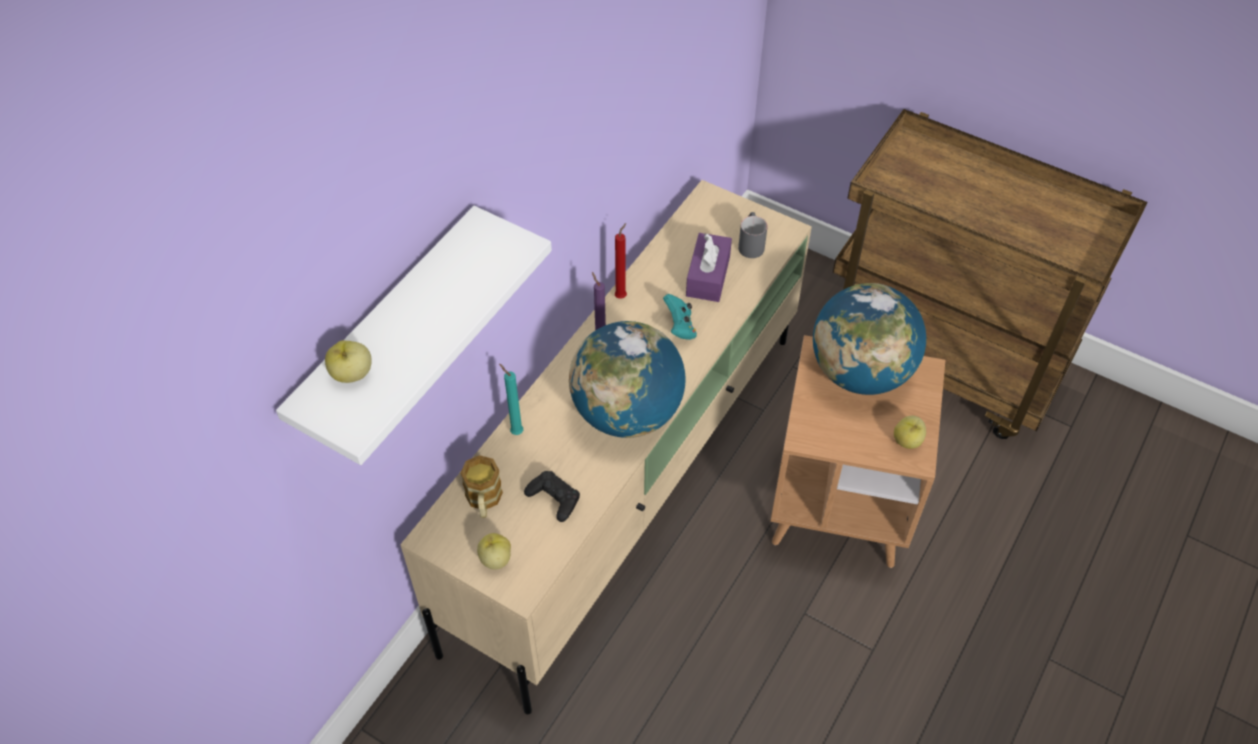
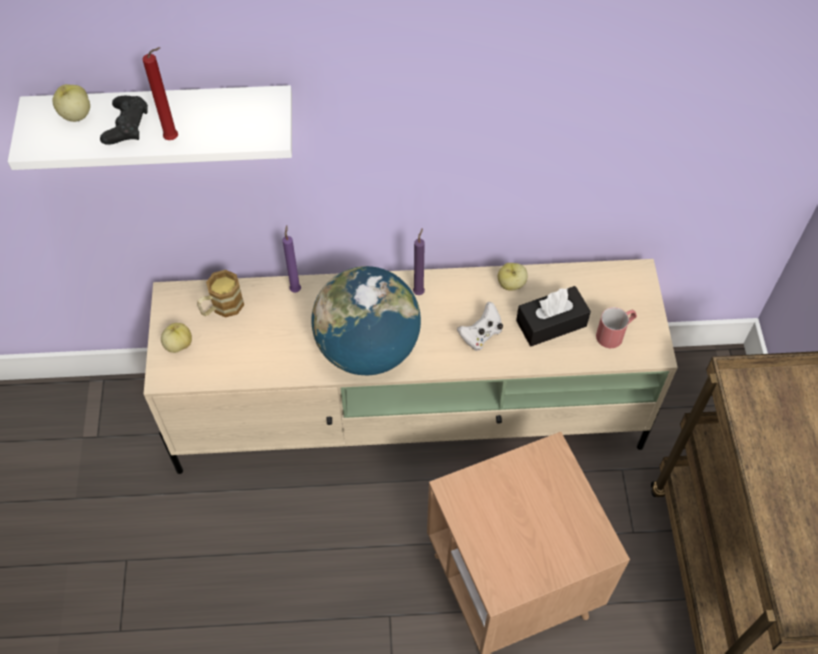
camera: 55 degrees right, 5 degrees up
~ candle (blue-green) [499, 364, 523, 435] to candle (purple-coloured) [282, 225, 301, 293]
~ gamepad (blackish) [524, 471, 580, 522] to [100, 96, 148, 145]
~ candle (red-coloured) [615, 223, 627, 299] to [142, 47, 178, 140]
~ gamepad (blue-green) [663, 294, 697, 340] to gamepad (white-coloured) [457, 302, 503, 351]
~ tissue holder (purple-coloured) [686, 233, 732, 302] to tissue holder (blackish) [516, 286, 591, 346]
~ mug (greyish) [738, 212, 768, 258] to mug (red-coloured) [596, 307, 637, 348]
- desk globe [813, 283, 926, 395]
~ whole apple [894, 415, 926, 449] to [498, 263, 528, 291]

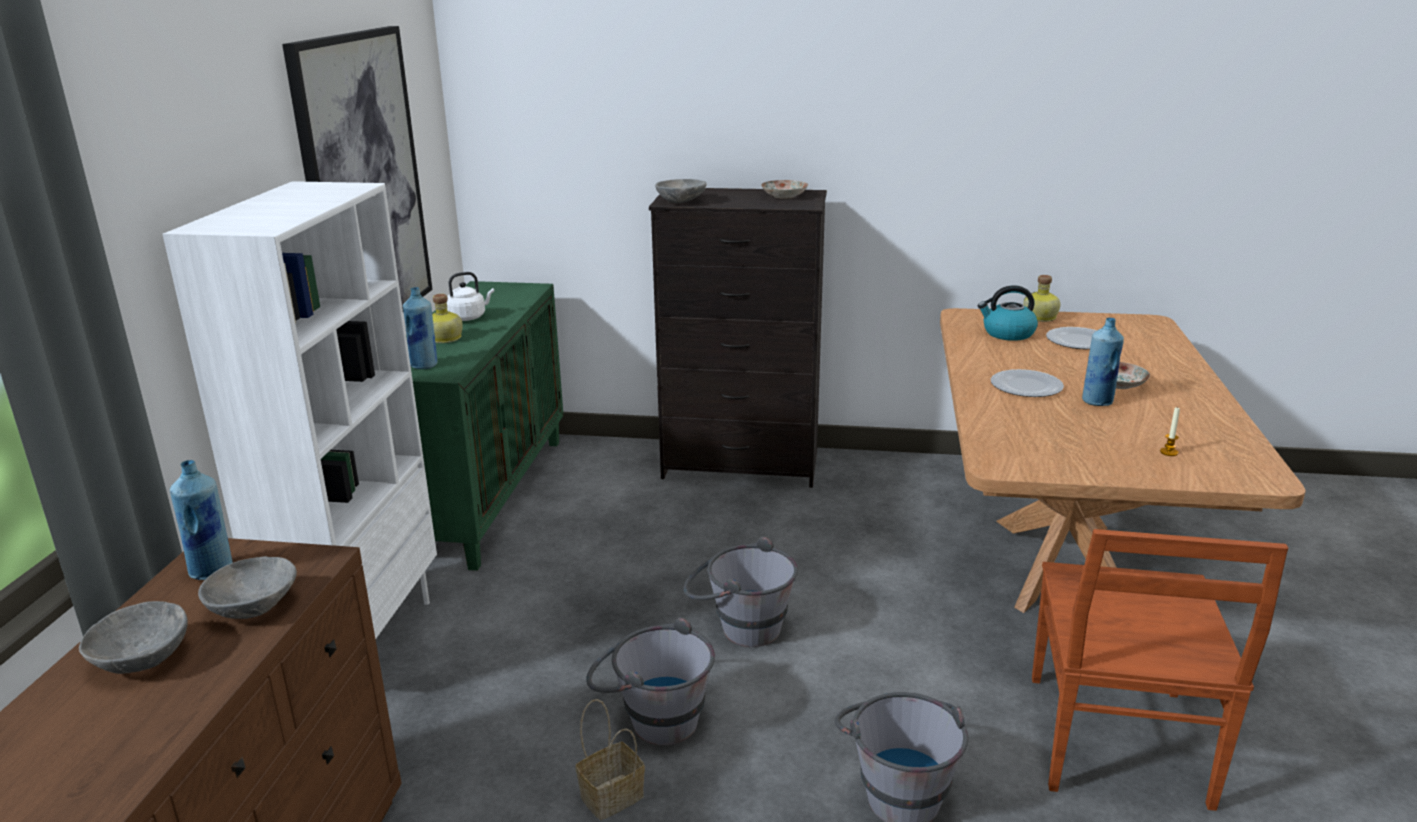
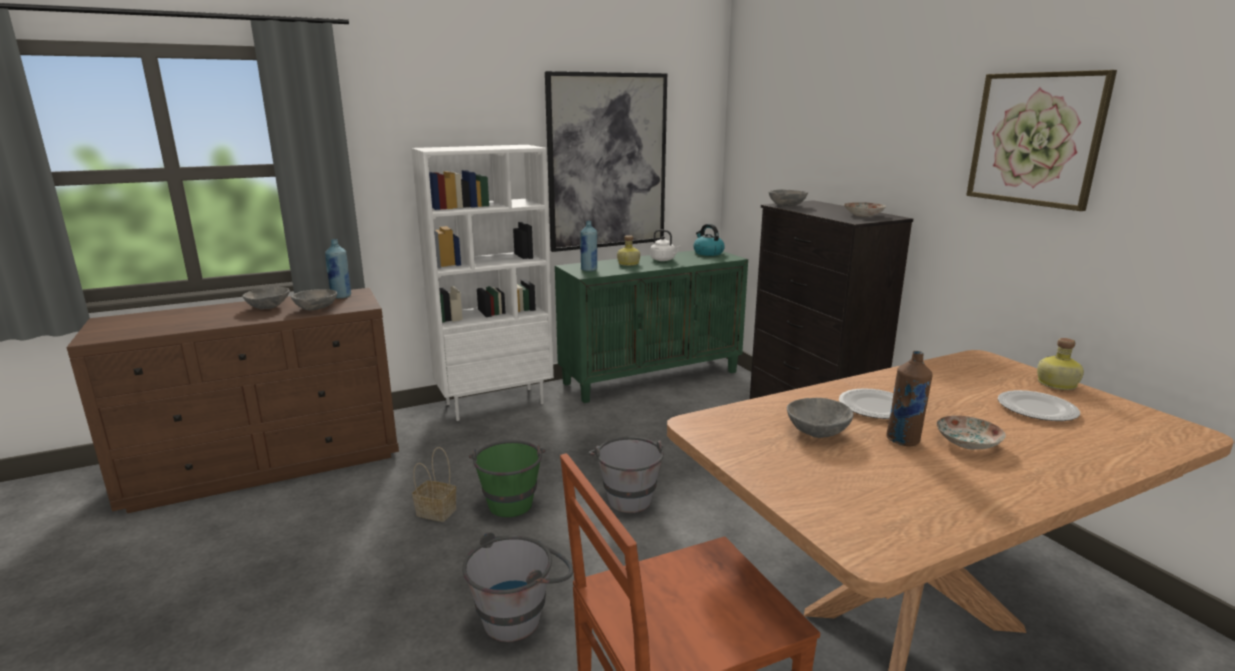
camera: 55 degrees right, 5 degrees down
~ pail (greyish) [586, 617, 715, 745] to pail (greenish) [469, 440, 546, 517]
~ tea kettle [978, 285, 1038, 341] to [694, 224, 725, 256]
~ drink bottle (blue) [1082, 318, 1124, 406] to drink bottle (brown) [886, 351, 933, 446]
- candle [1160, 406, 1180, 456]
+ deep dish (greyish) [787, 398, 854, 438]
+ wall art [966, 70, 1117, 211]

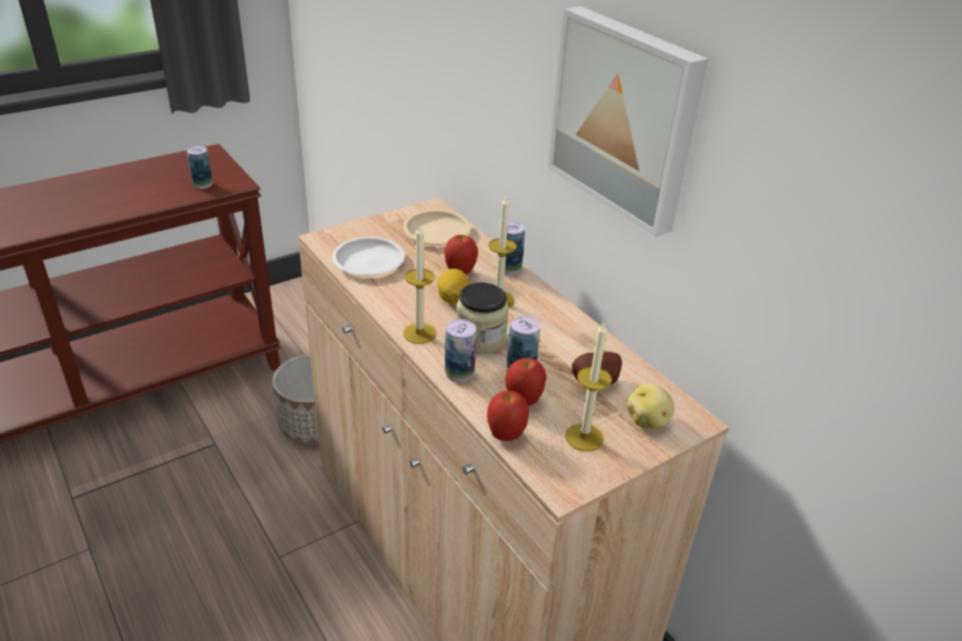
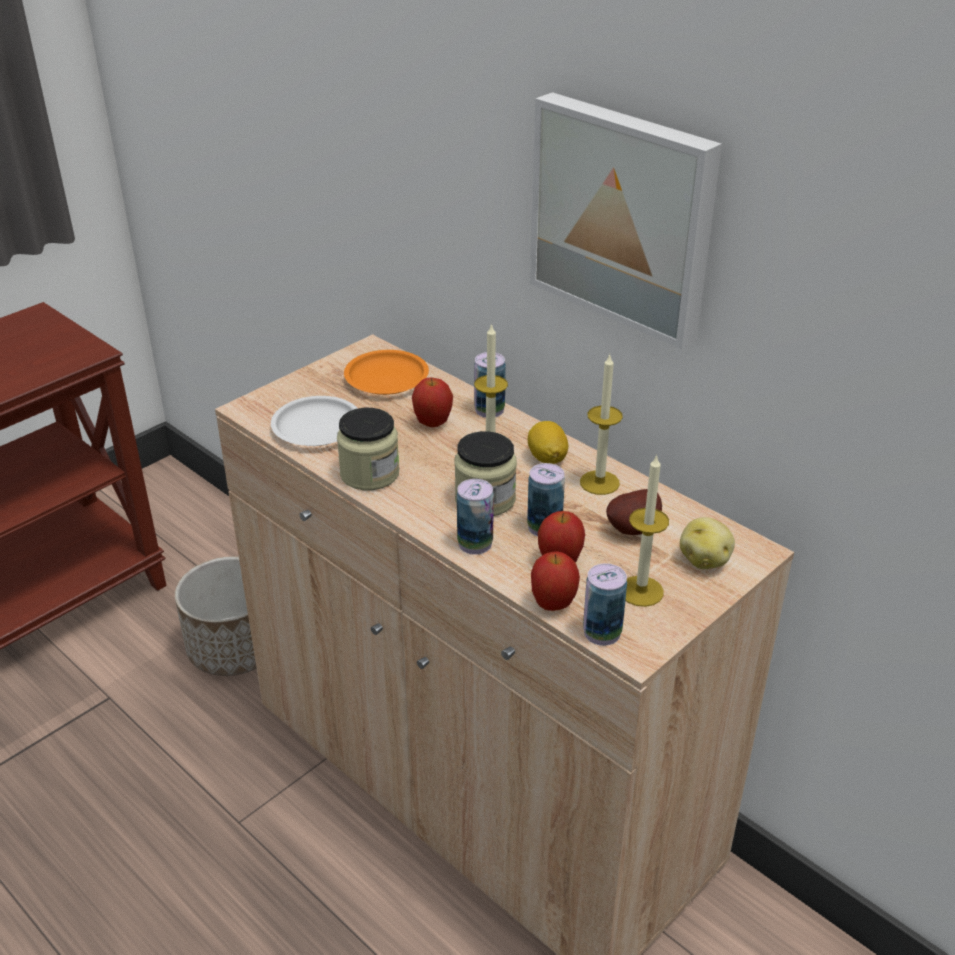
camera: 10 degrees left, 0 degrees up
~ can [187, 146, 213, 189] to [583, 563, 627, 646]
~ flat dish (beige) [403, 210, 471, 245] to flat dish (orange) [344, 350, 429, 395]
~ candle [403, 226, 437, 344] to [580, 354, 623, 495]
~ whole lemon [437, 269, 469, 304] to [528, 421, 568, 464]
+ jar [337, 408, 399, 490]

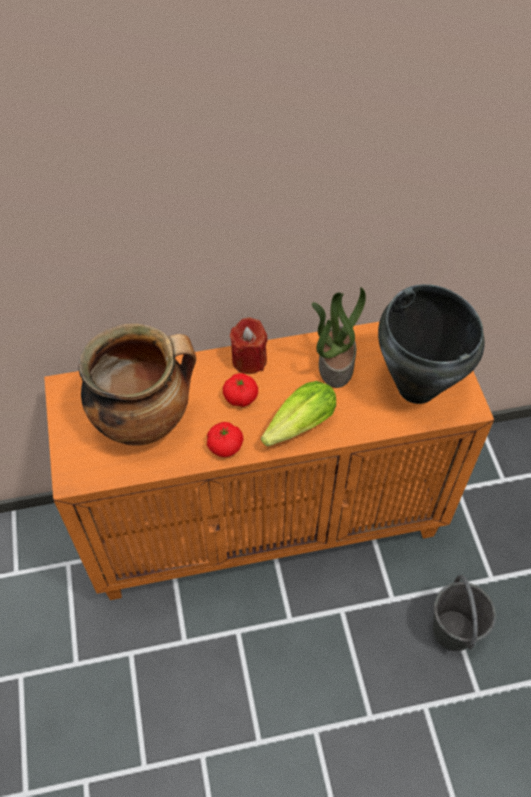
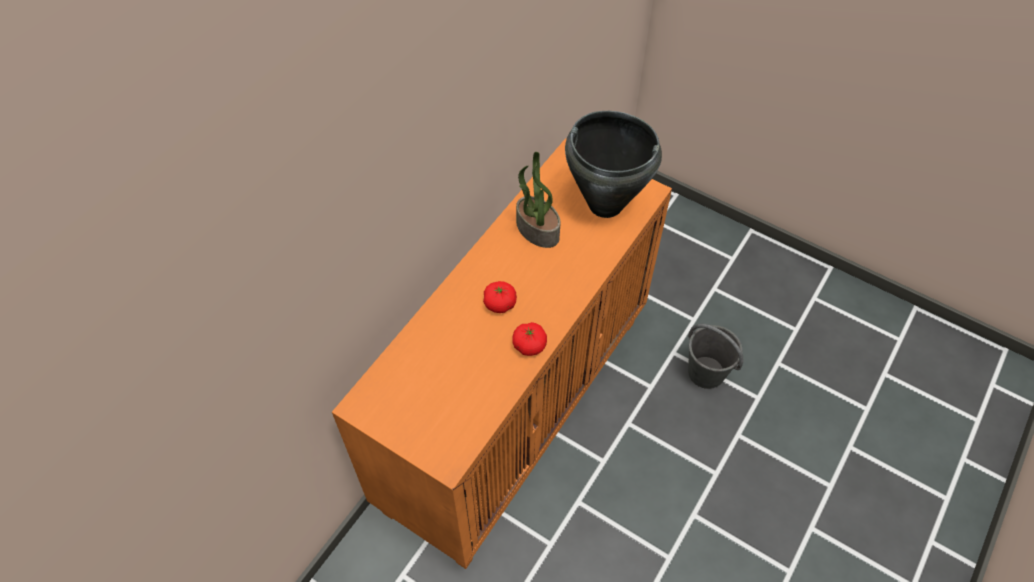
camera: 45 degrees left, 0 degrees up
- cooking pot [79, 323, 196, 446]
- candle (red-coloured) [230, 318, 268, 374]
- lettuce head [261, 381, 336, 446]

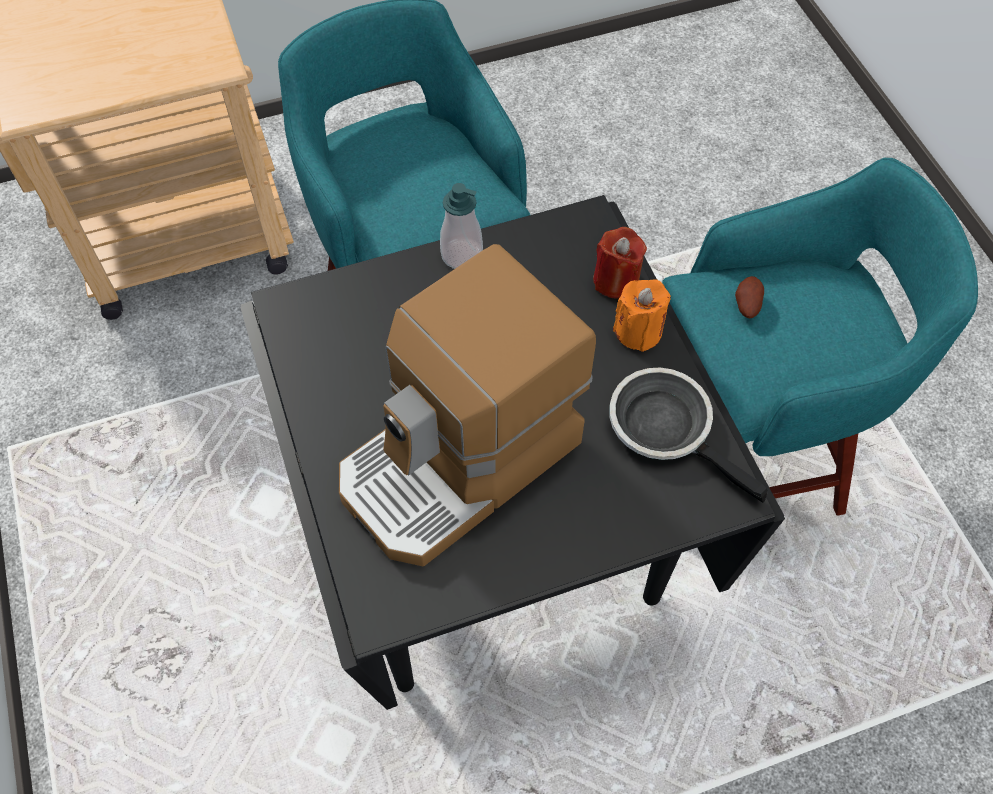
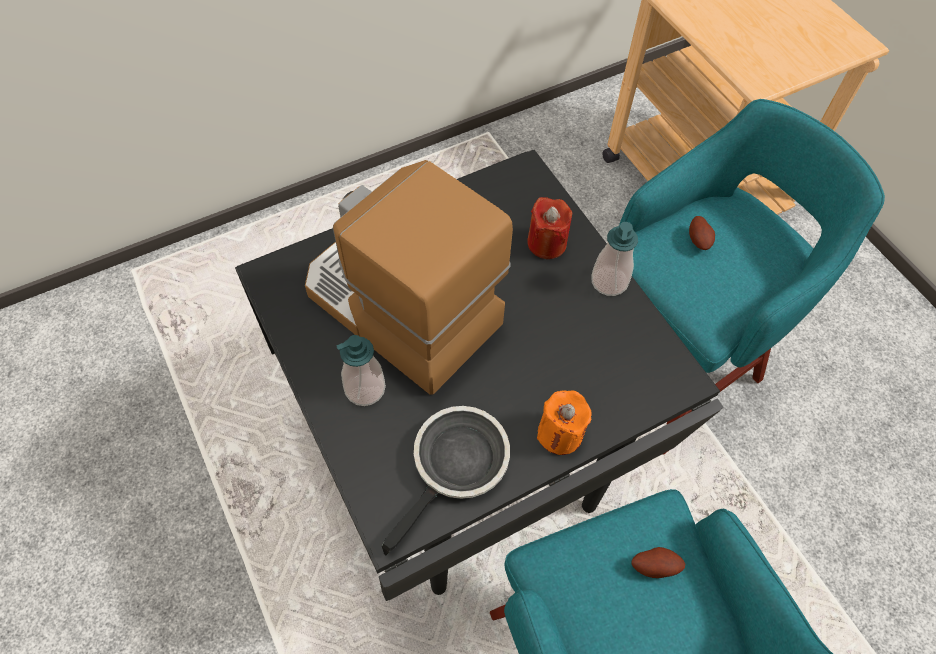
camera: 80 degrees right, 0 degrees up
~ candle (red-coloured) [593, 227, 647, 299] to [527, 197, 572, 259]
+ liquid soap bottle [336, 335, 386, 406]
+ whole potato [689, 216, 715, 250]

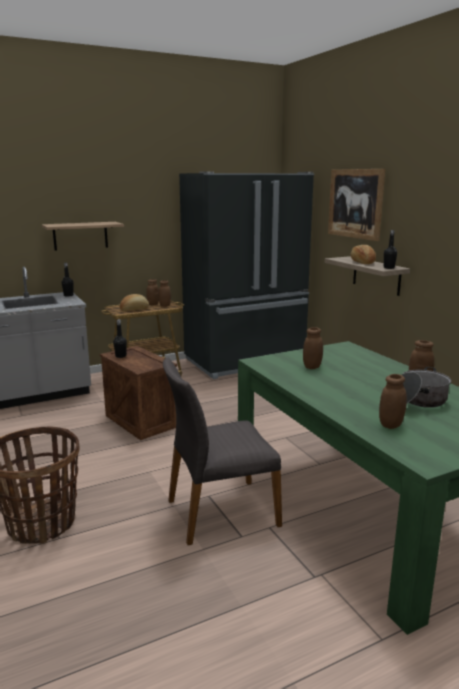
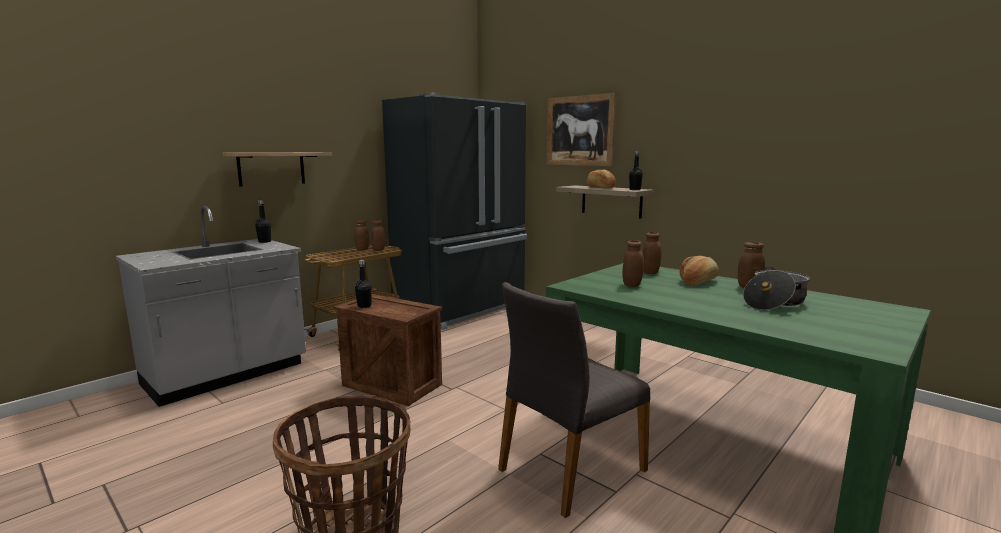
camera: 20 degrees left, 5 degrees down
~ bread [120, 294, 149, 311] to [680, 256, 719, 285]
~ jar (brown) [379, 374, 407, 429] to [643, 232, 662, 274]

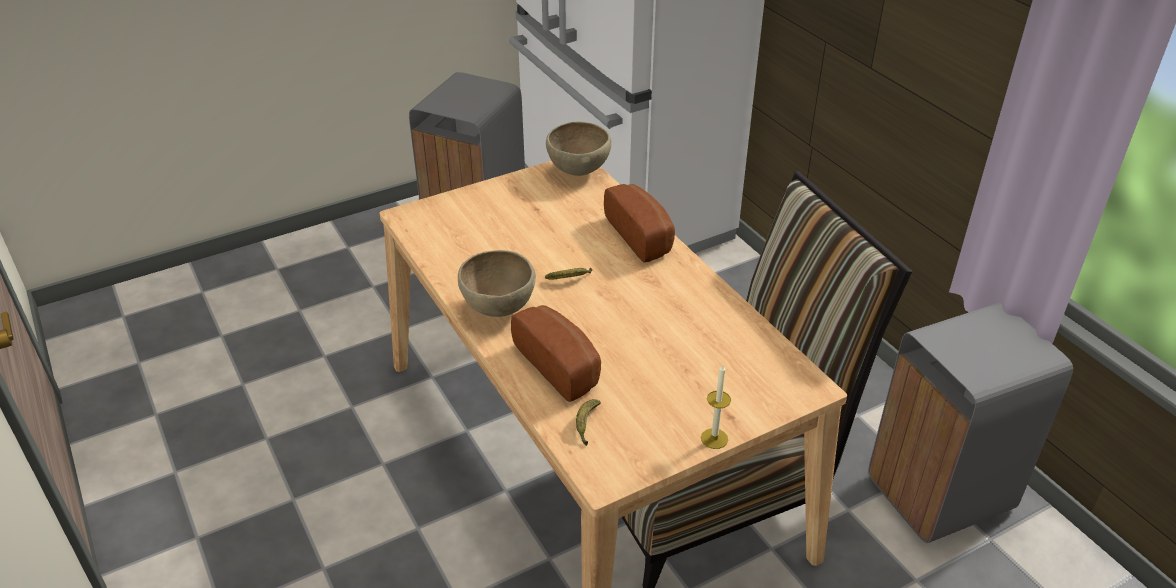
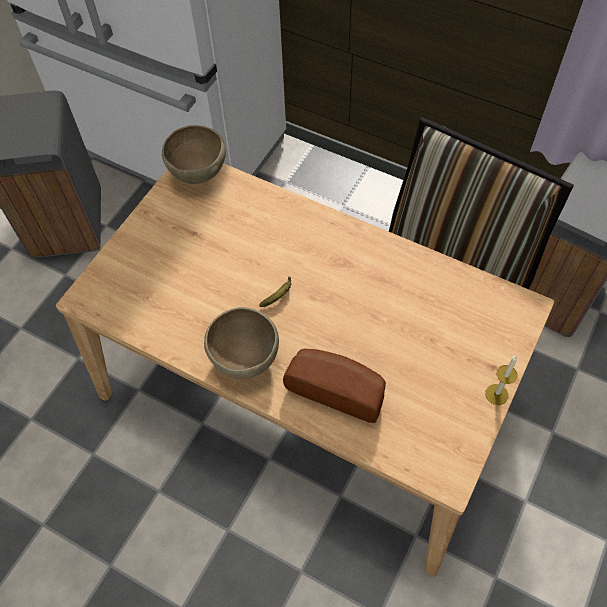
camera: 30 degrees left, 20 degrees up
- banana [576, 399, 601, 446]
- bread [604, 184, 675, 263]

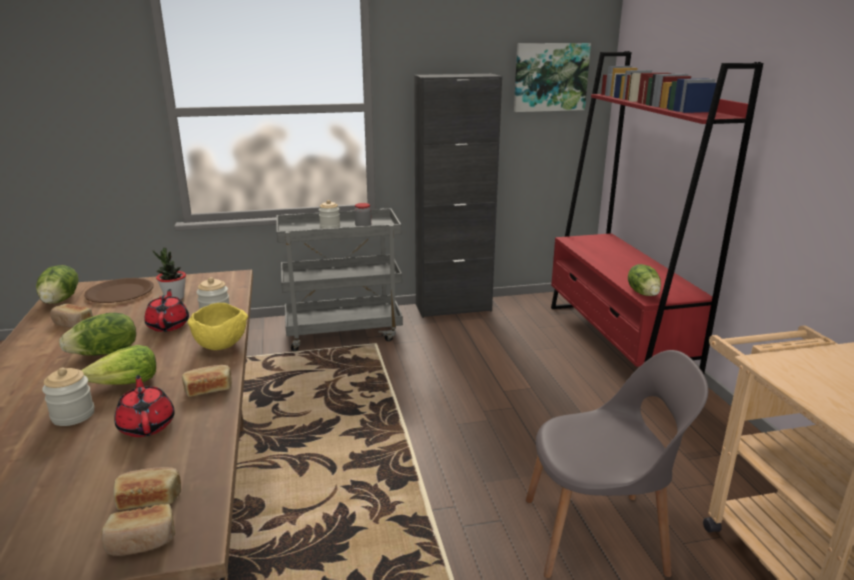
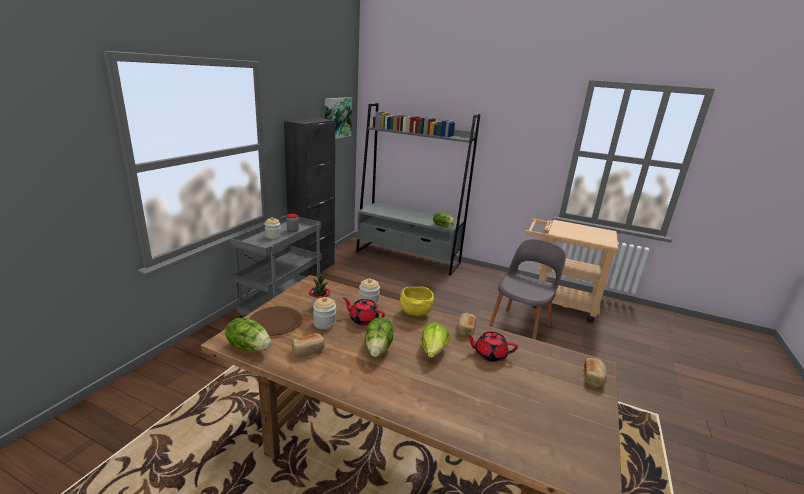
camera: 55 degrees left, 0 degrees up
~ jar [42, 368, 95, 426] to [313, 297, 336, 330]
- bread [114, 467, 181, 510]
~ bookcase (red-coloured) [551, 51, 763, 374] to bookcase (greyish) [356, 103, 480, 276]

